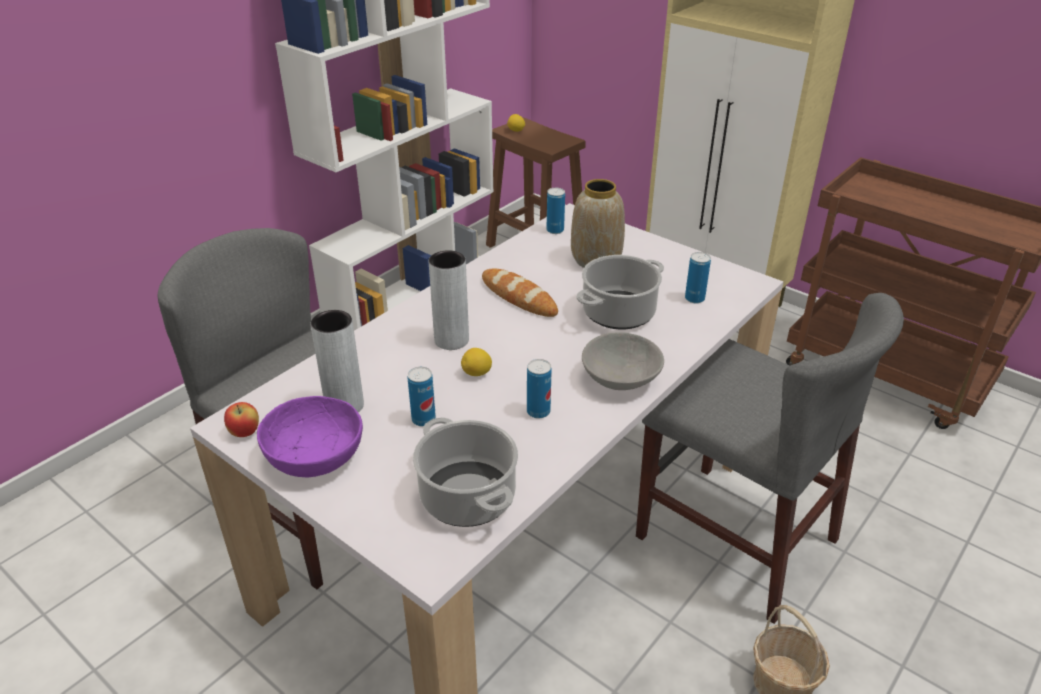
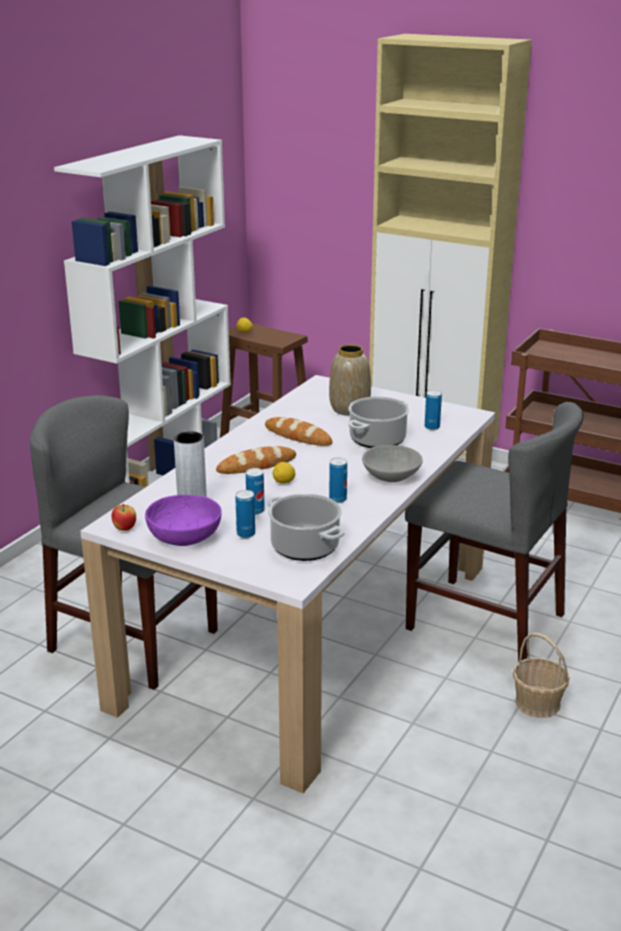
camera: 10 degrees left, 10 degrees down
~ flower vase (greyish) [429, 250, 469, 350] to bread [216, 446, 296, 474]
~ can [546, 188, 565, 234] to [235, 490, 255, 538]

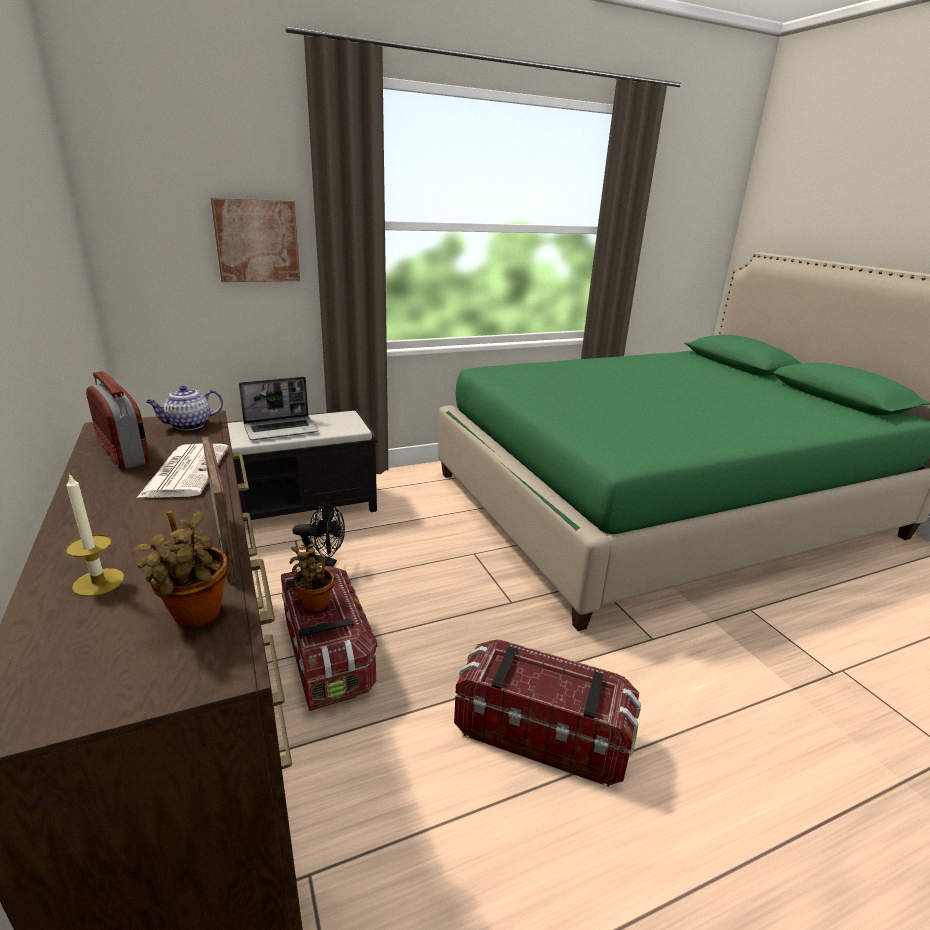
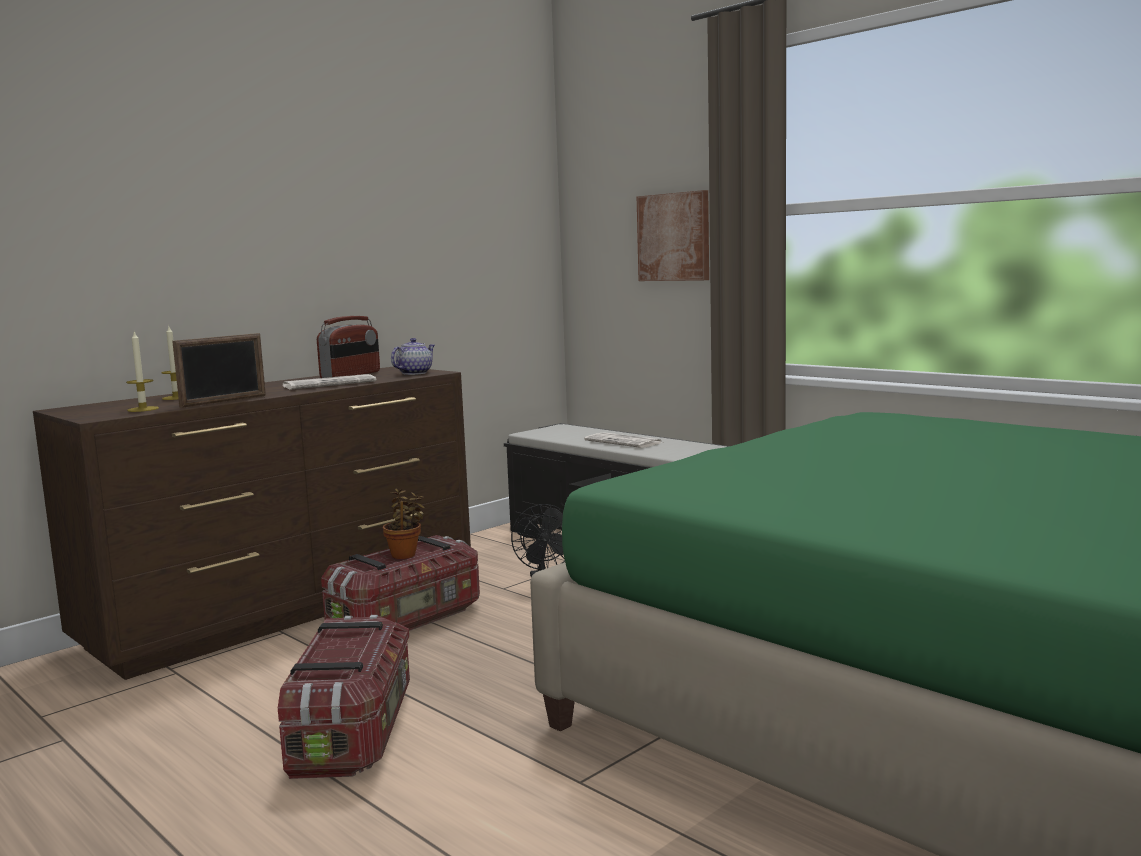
camera: 70 degrees right, 15 degrees down
~ potted plant [133, 511, 228, 627] to candle [126, 332, 159, 412]
~ tea pot [146, 386, 223, 430] = [391, 338, 435, 375] 90 degrees clockwise
~ notebook computer [239, 377, 318, 440] to newspaper [584, 432, 663, 448]

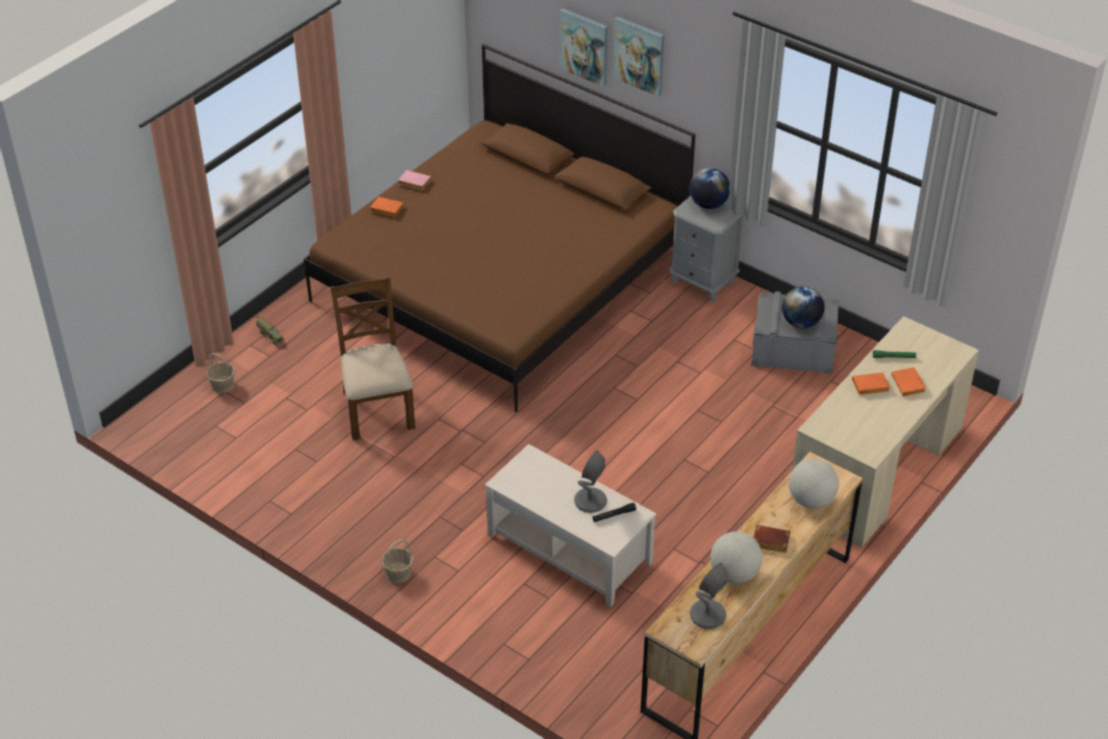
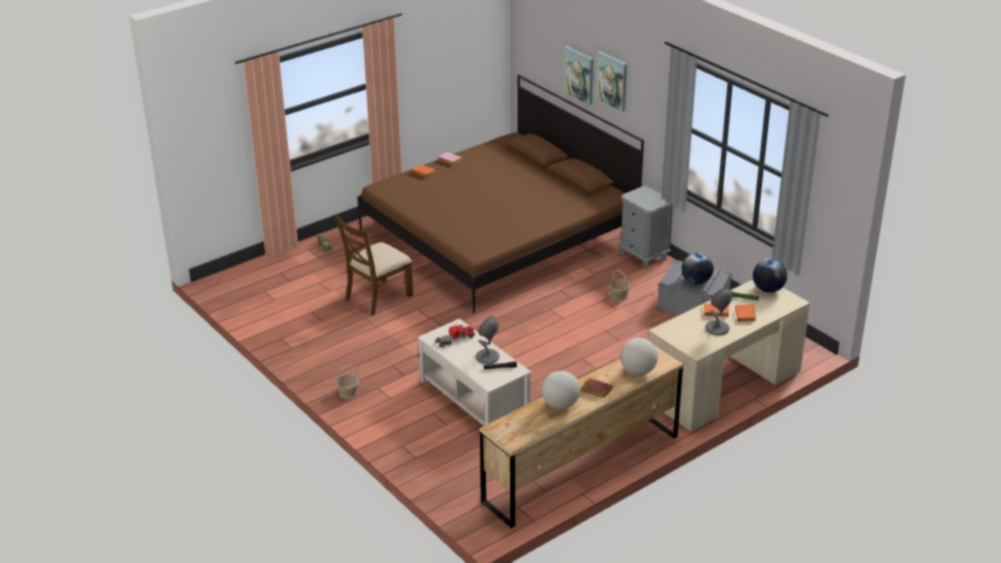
camera: 15 degrees right, 10 degrees down
~ storage basket [206, 353, 235, 393] to [609, 270, 630, 301]
~ upright chair (brown) [330, 277, 415, 440] = [335, 216, 413, 316] 135 degrees counterclockwise
~ desk globe [689, 168, 730, 209] to [753, 259, 787, 293]
~ table lamp (greyish) [690, 563, 728, 629] to [705, 288, 732, 336]
+ model truck [435, 324, 475, 347]

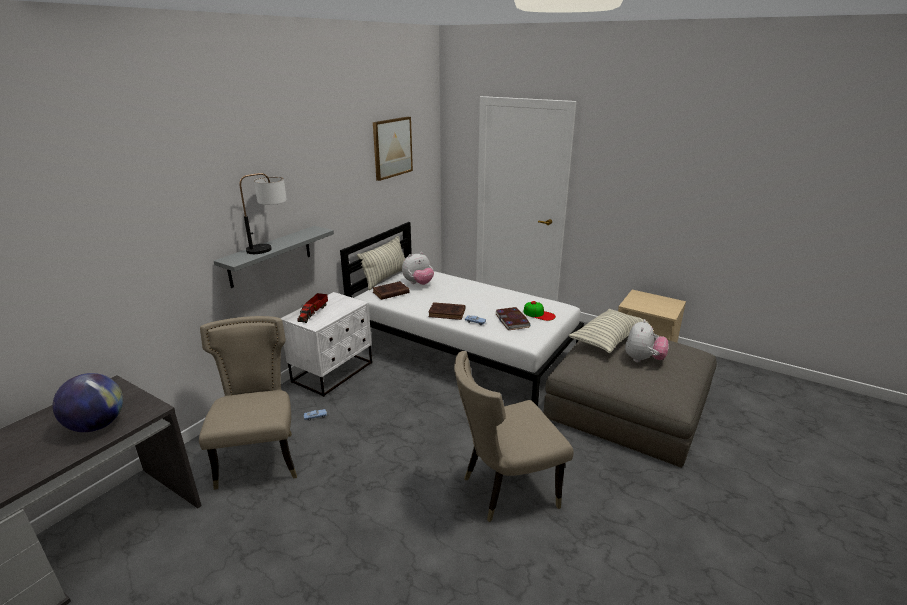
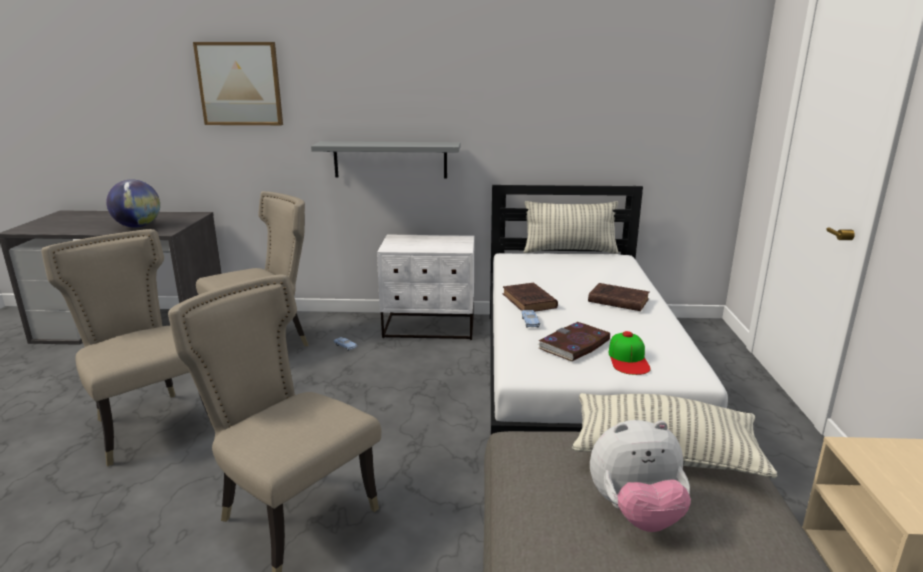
camera: 60 degrees right, 5 degrees down
- table lamp [240, 173, 287, 254]
- model truck [297, 293, 328, 323]
~ wall art [373, 117, 413, 181] to [193, 42, 283, 125]
~ bound book (brown) [373, 281, 410, 300] to [588, 283, 650, 311]
- plush toy [402, 252, 434, 285]
+ upright chair (beige) [41, 229, 212, 467]

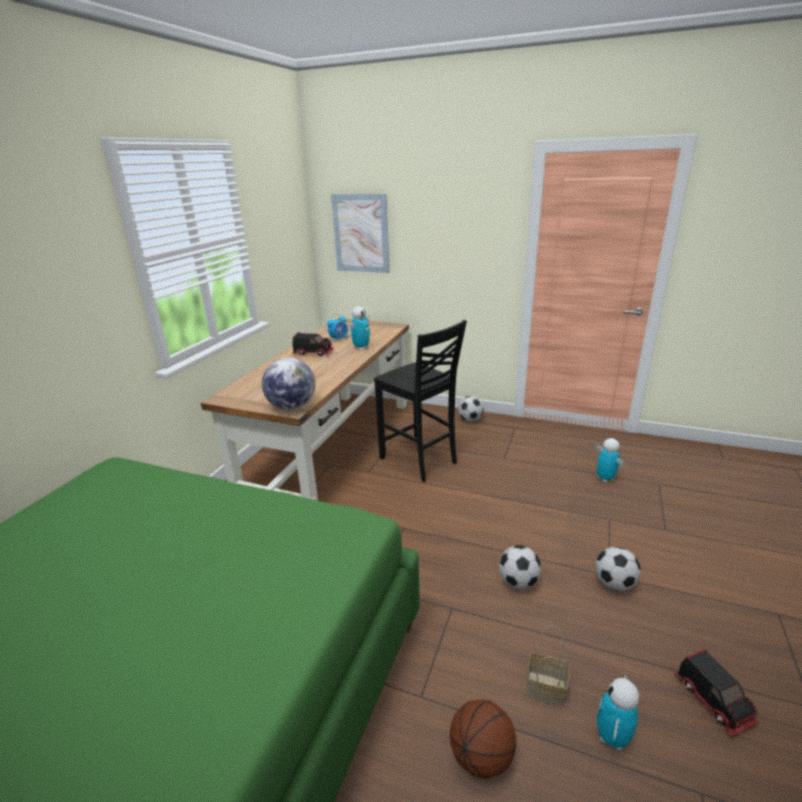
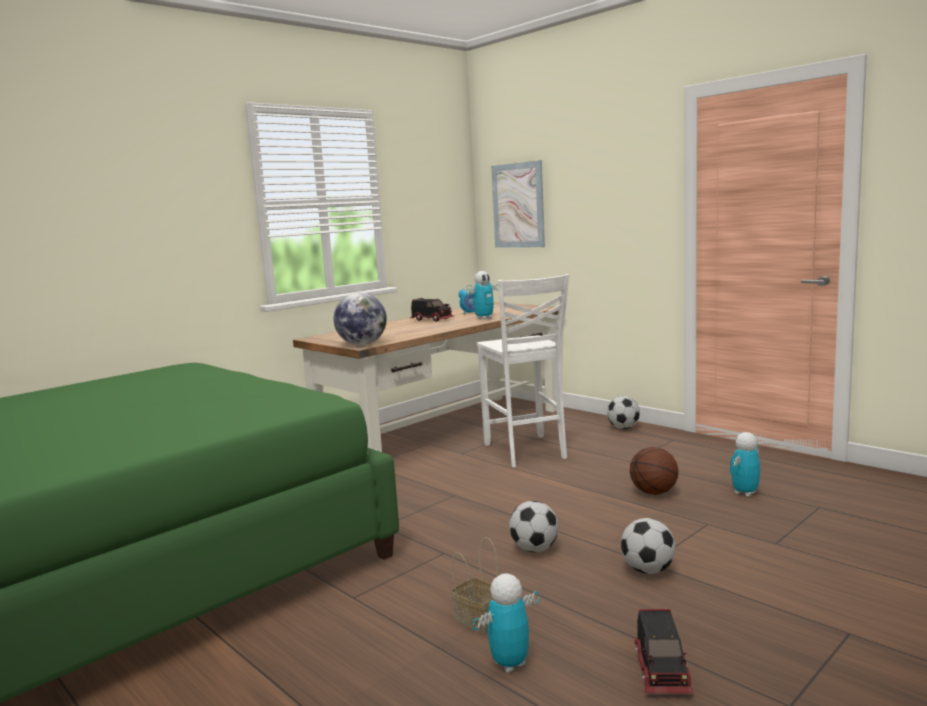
camera: 25 degrees right, 15 degrees down
~ upright chair (blackish) [374, 320, 467, 482] to upright chair (white-coloured) [476, 274, 569, 467]
~ ball for basketball [450, 700, 516, 779] to [630, 447, 679, 495]
~ model robot [595, 438, 626, 483] = [730, 432, 760, 497] 135 degrees counterclockwise

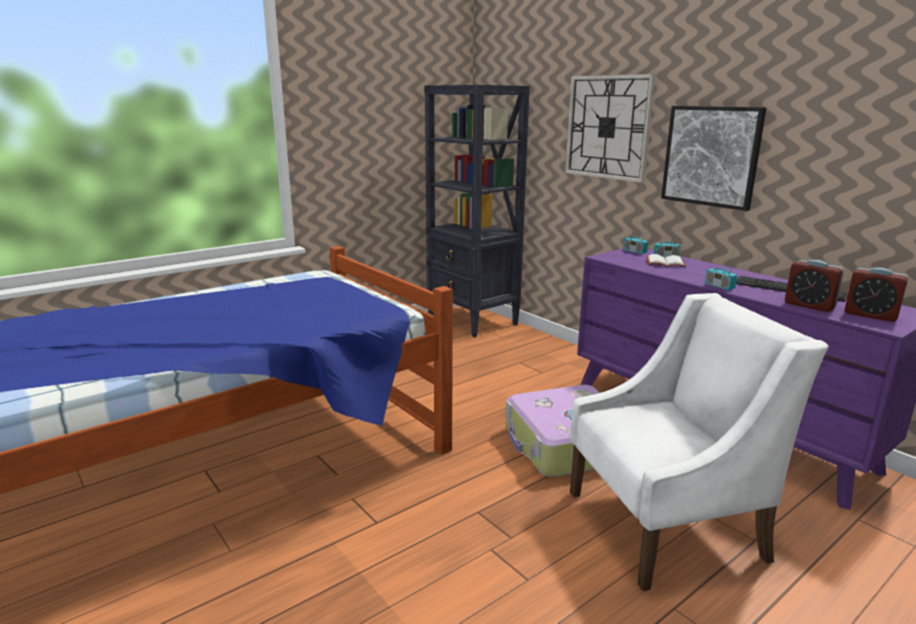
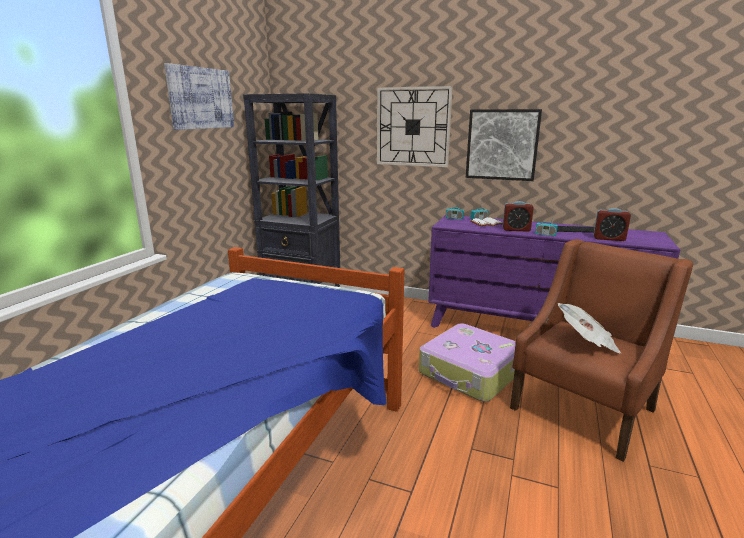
camera: 30 degrees left, 0 degrees up
~ armchair (white-coloured) [570, 293, 828, 591] to armchair (brown) [510, 239, 693, 462]
~ alarm clock [844, 267, 908, 322] to [503, 201, 534, 232]
+ wall art [164, 63, 234, 130]
+ newspaper [558, 303, 621, 353]

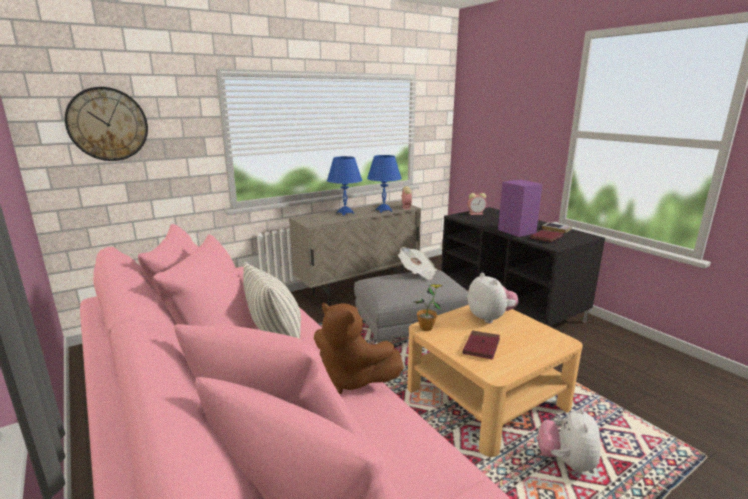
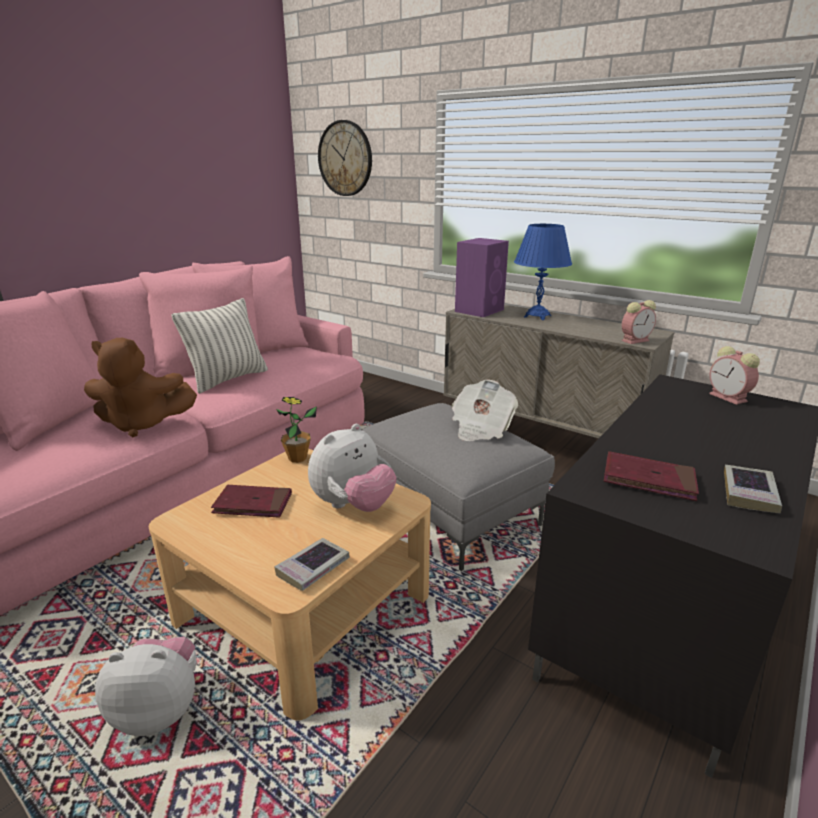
camera: 70 degrees right, 5 degrees up
~ plush toy (brown) [314, 303, 404, 394] = [84, 338, 197, 437] 105 degrees counterclockwise
- table lamp (blue) [367, 155, 402, 213]
~ audio speaker (purple-coloured) [498, 180, 542, 237] to [455, 238, 509, 317]
+ bound book [274, 538, 350, 591]

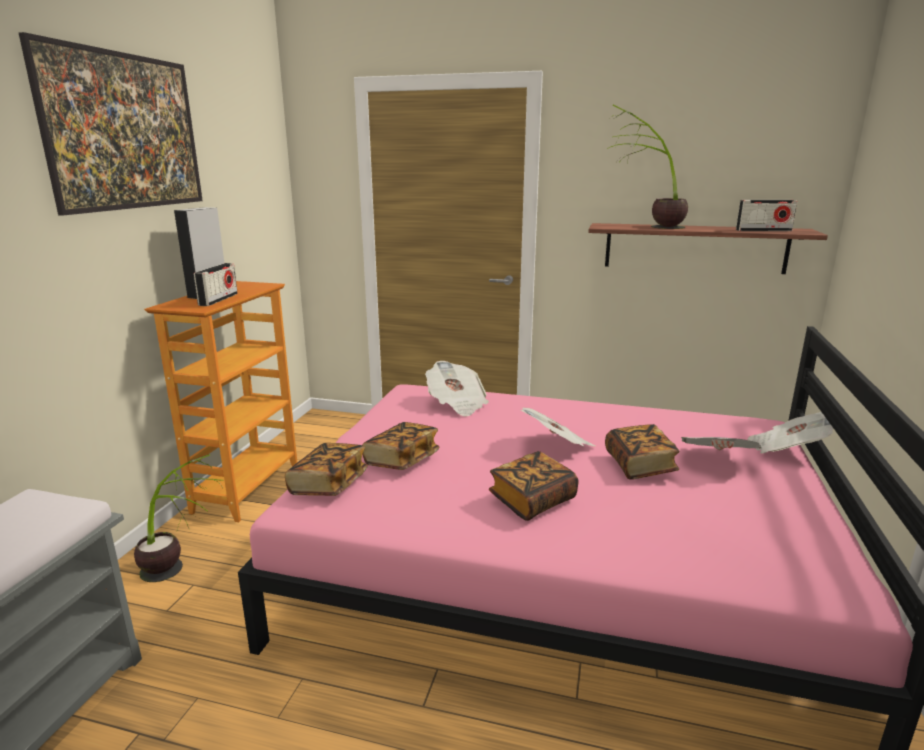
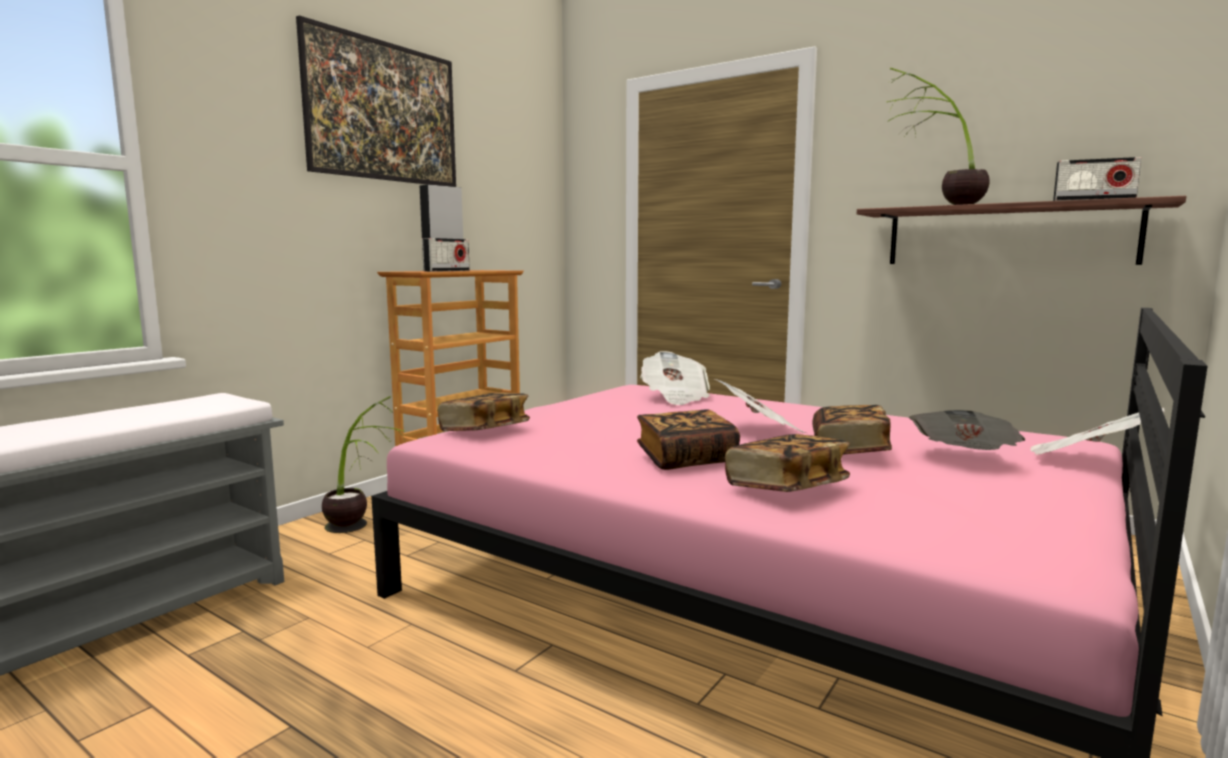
camera: 20 degrees right, 10 degrees down
~ bound book [363, 422, 440, 470] to [725, 434, 850, 492]

